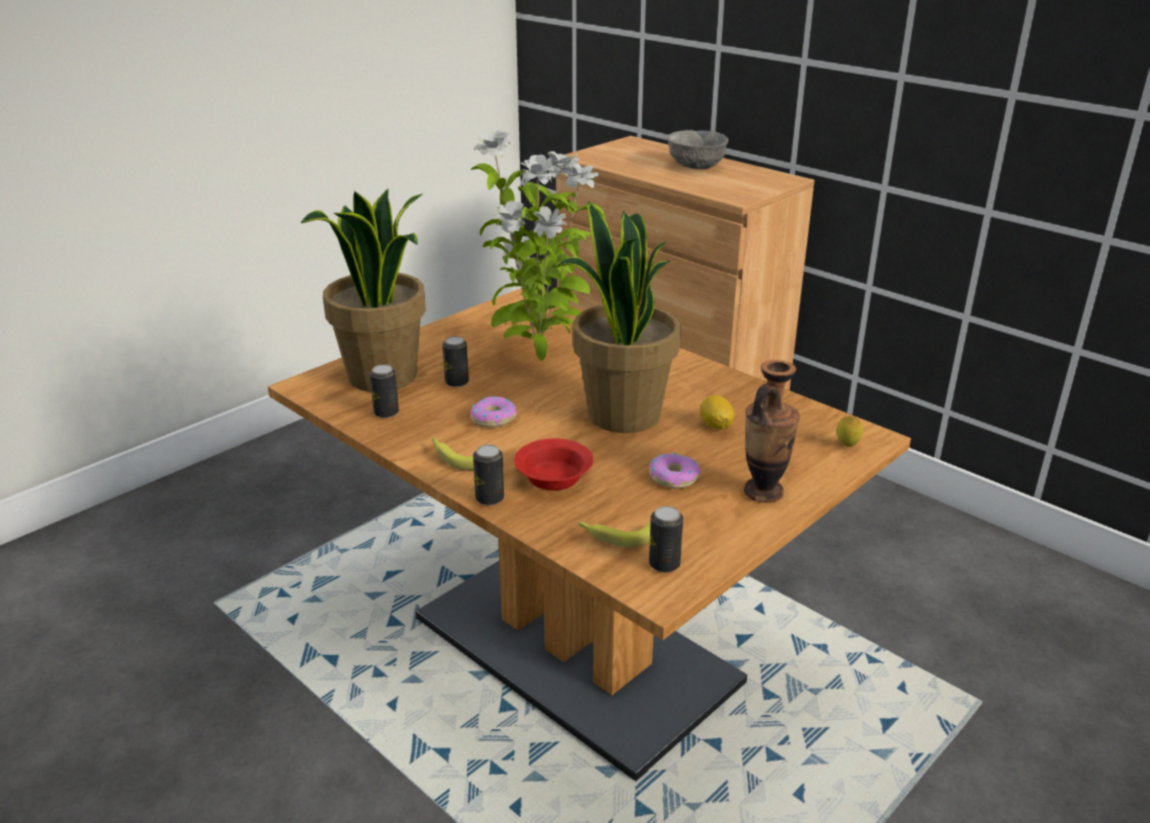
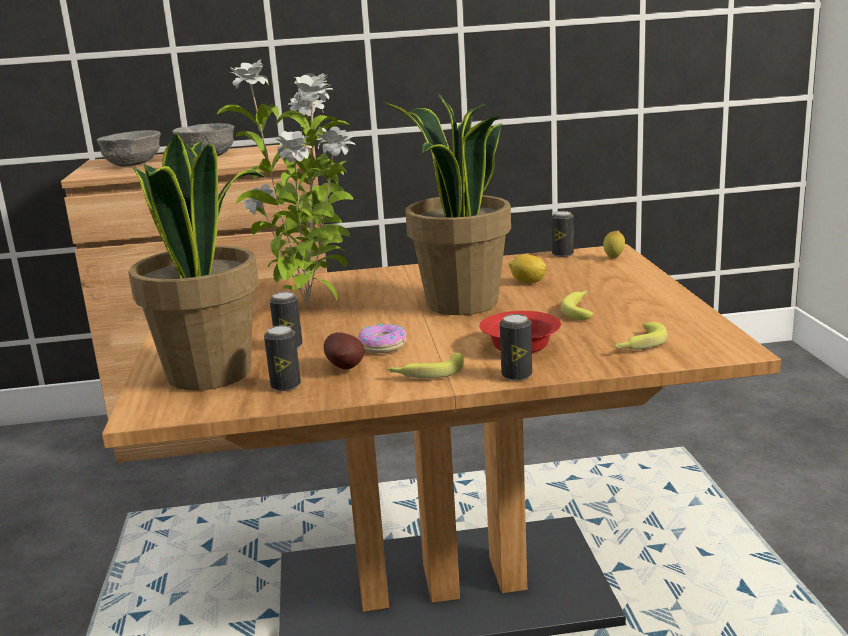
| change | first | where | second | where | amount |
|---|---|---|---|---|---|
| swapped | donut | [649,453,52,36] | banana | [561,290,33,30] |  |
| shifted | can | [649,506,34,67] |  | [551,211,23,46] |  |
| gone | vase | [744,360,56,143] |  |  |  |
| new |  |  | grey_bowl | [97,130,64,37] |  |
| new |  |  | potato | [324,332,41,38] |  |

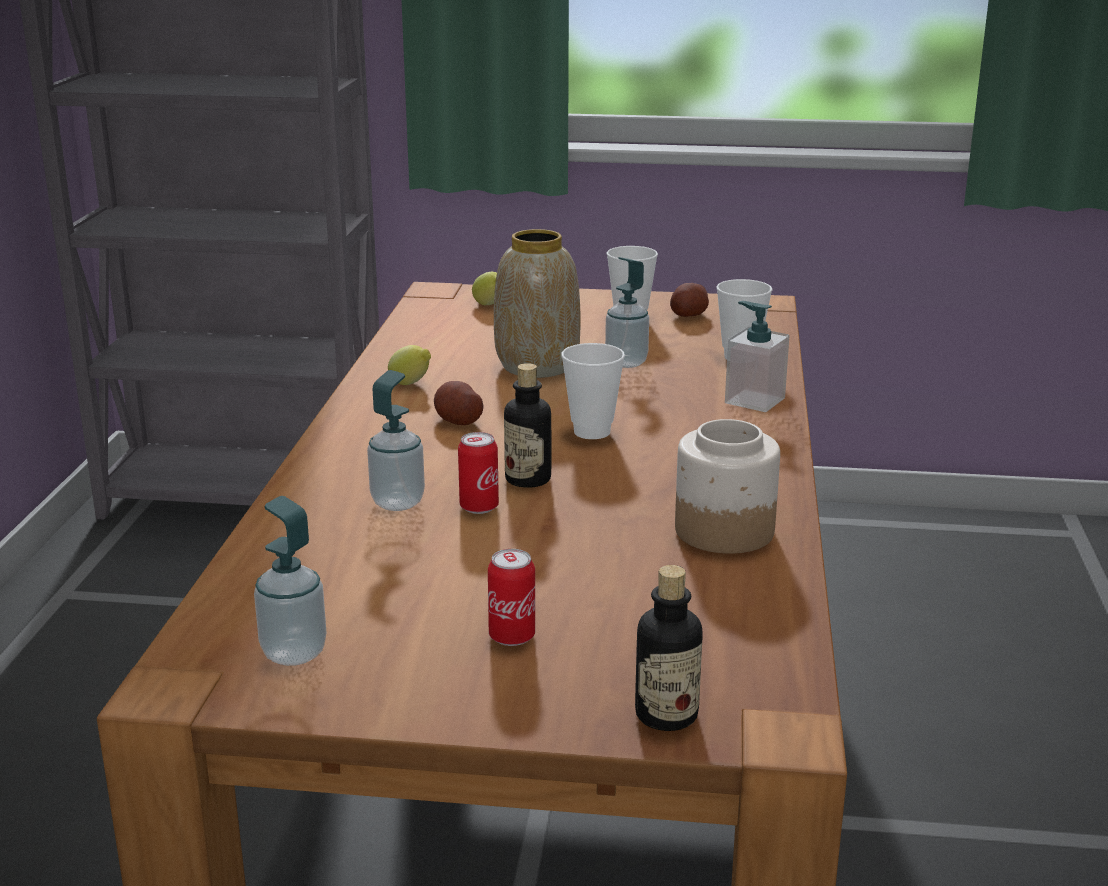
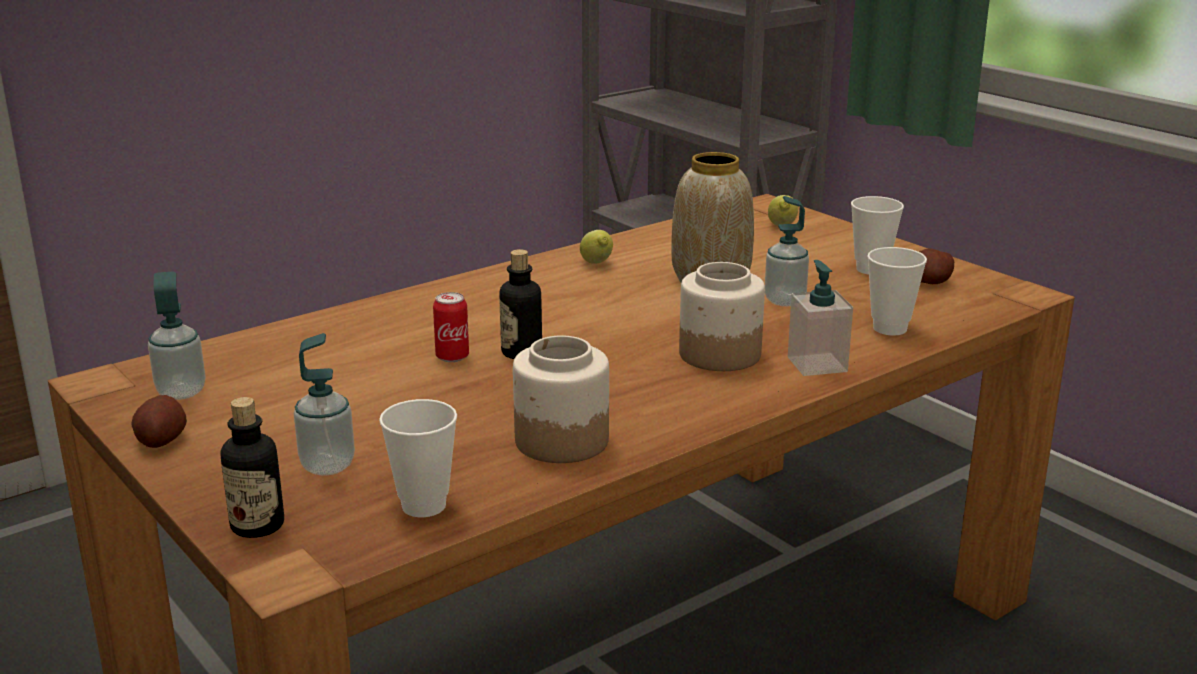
| change | first | where | second | where | amount |
|---|---|---|---|---|---|
| shifted | soap_dispenser | [367,370,58,141] |  | [294,333,61,143] |  |
| shifted | potato | [434,381,50,44] |  | [132,395,55,53] |  |
| gone | can | [488,549,47,97] |  |  |  |
| shifted | cup | [561,343,64,96] |  | [379,399,78,118] |  |
| new |  |  | jar | [679,262,86,109] |  |

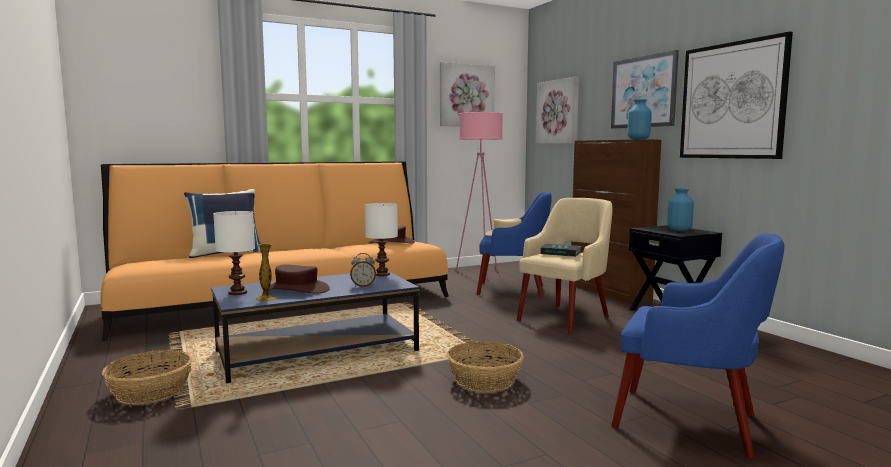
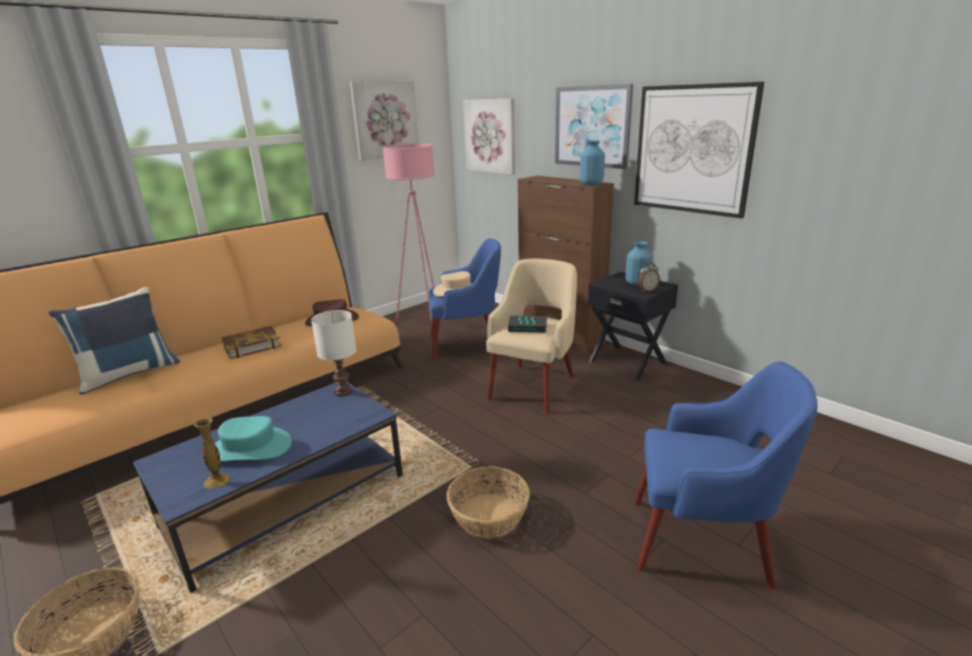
| change | first | where | second | where | amount |
|---|---|---|---|---|---|
| gone | white_table_lamp | [213,211,42,84] |  |  |  |
| repainted | brown_hat | [269,264,61,29] | turquoise_hat | [215,416,77,46] |  |
| shifted | alarm_clock | [350,253,26,34] |  | [638,262,22,30] |  |
| new |  |  | book | [222,326,60,33] |  |

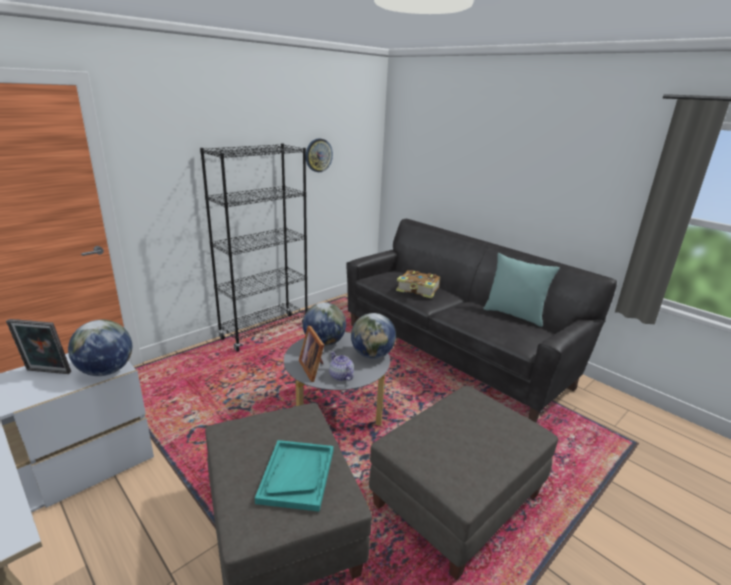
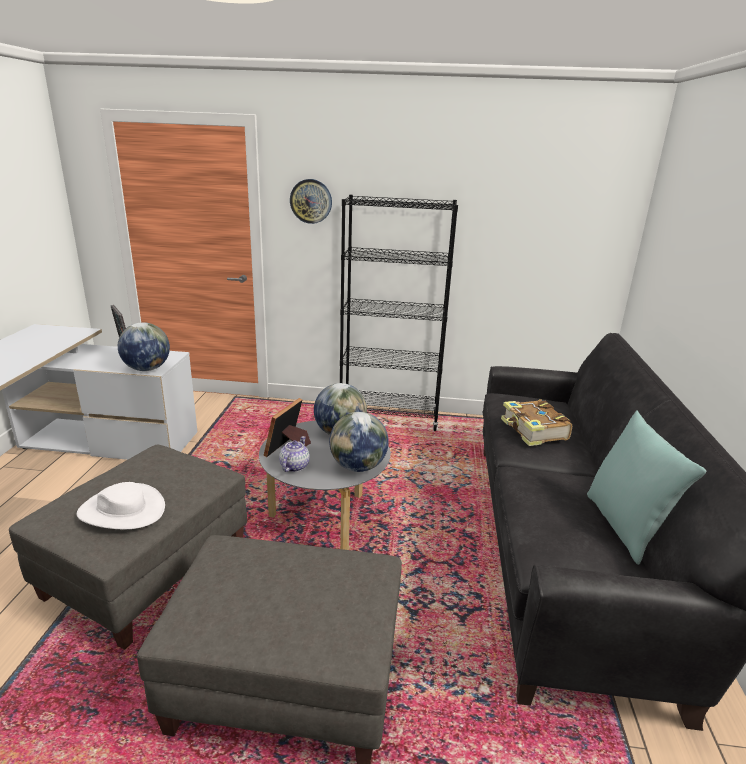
| change | first | where | second | where | amount |
|---|---|---|---|---|---|
| swapped | turquoise_tray | [255,440,78,72] | white_hat | [77,482,88,47] |  |
| shifted | wall_clock | [306,138,27,34] |  | [290,179,42,45] |  |

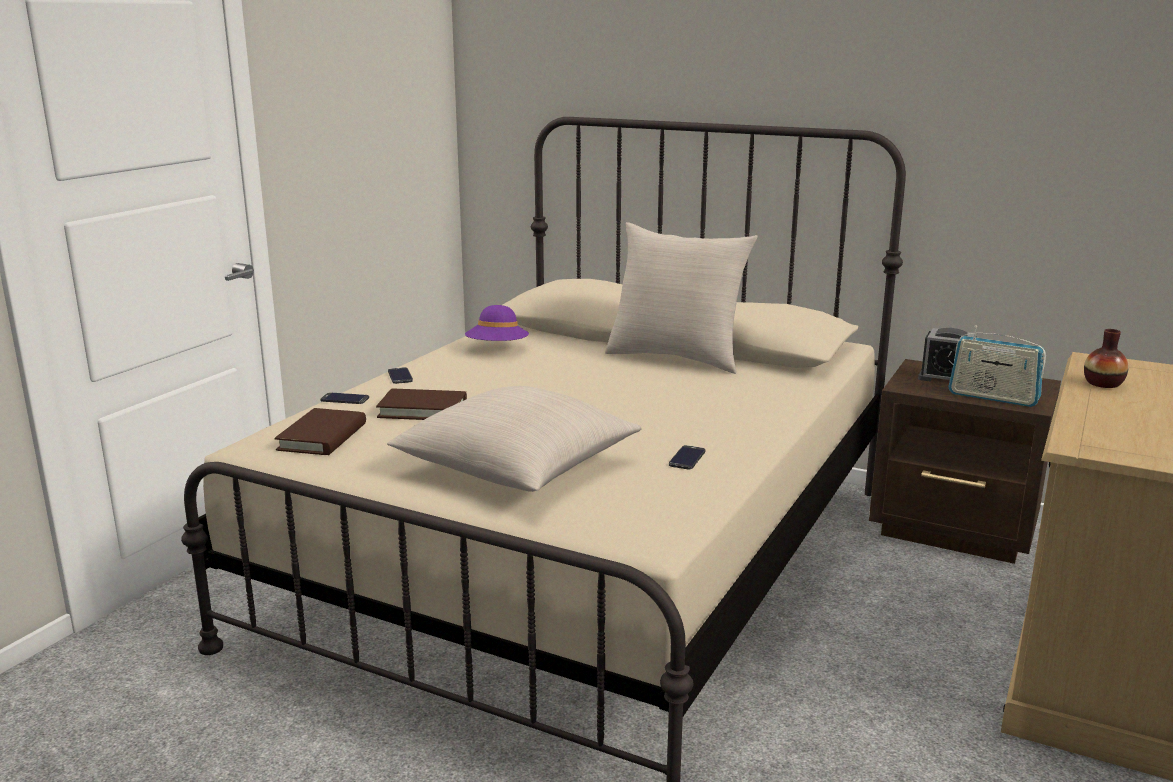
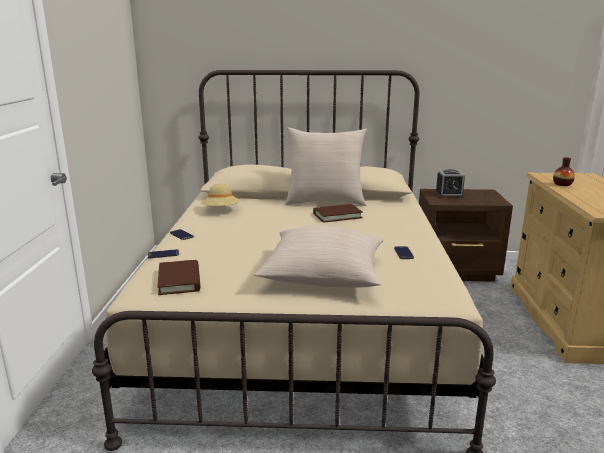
| change | first | where | second | where | amount |
|---|---|---|---|---|---|
| shifted | brown_book | [376,389,91,31] |  | [313,204,50,19] |  |
| repainted | purple_hat | [465,305,64,36] | beige_hat | [201,184,39,22] |  |
| gone | radio | [948,325,98,82] |  |  |  |

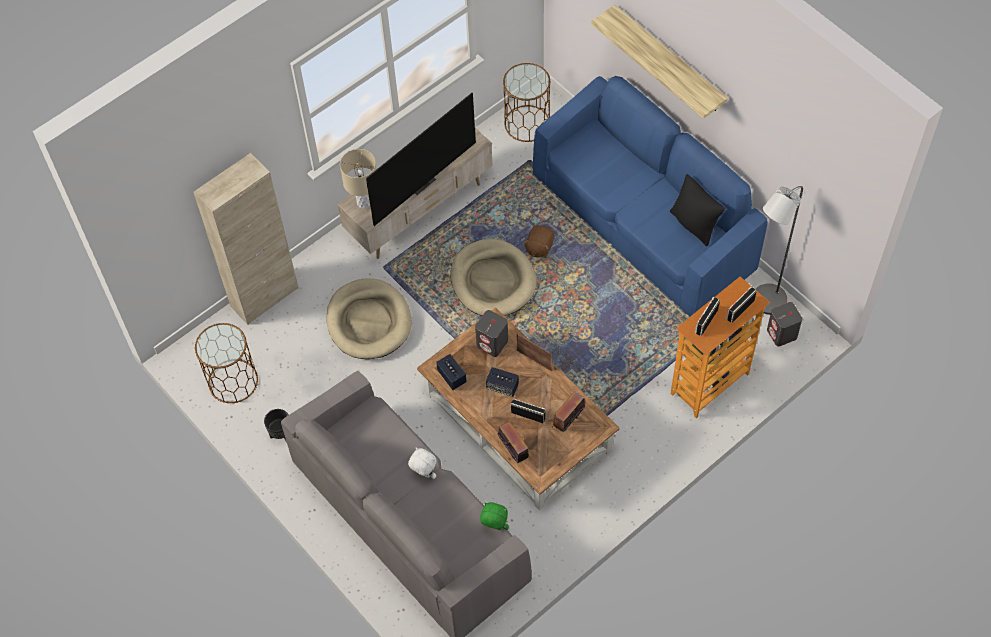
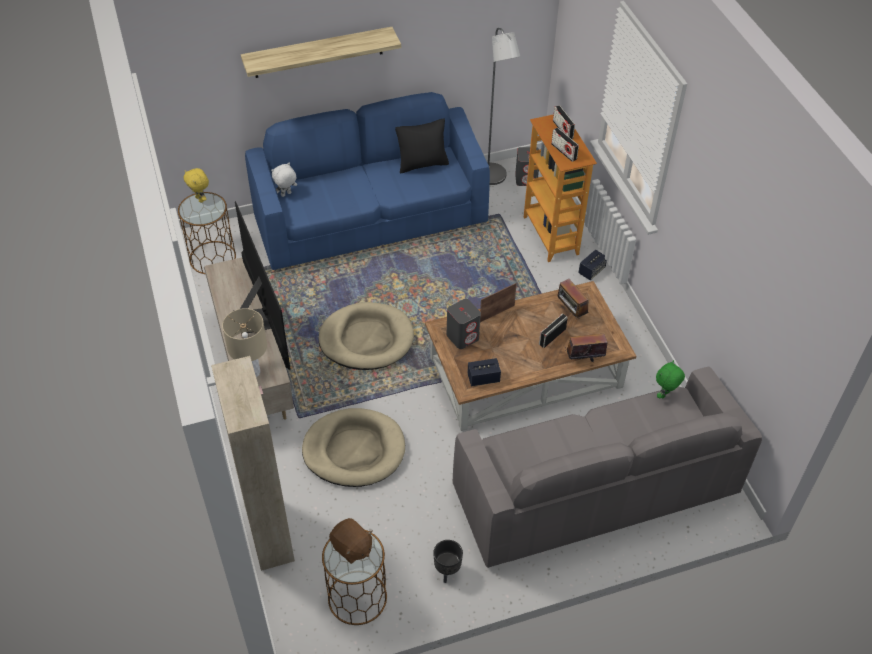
| change | first | where | second | where | amount |
|---|---|---|---|---|---|
| shifted | white_plush_toy | [408,447,29,32] |  | [271,162,26,35] |  |
| shifted | speaker | [486,367,33,30] |  | [578,250,29,30] |  |
| shifted | brown_plush_toy | [523,225,31,33] |  | [329,518,44,46] |  |
| new |  |  | yellow_plush_toy | [184,168,25,35] |  |

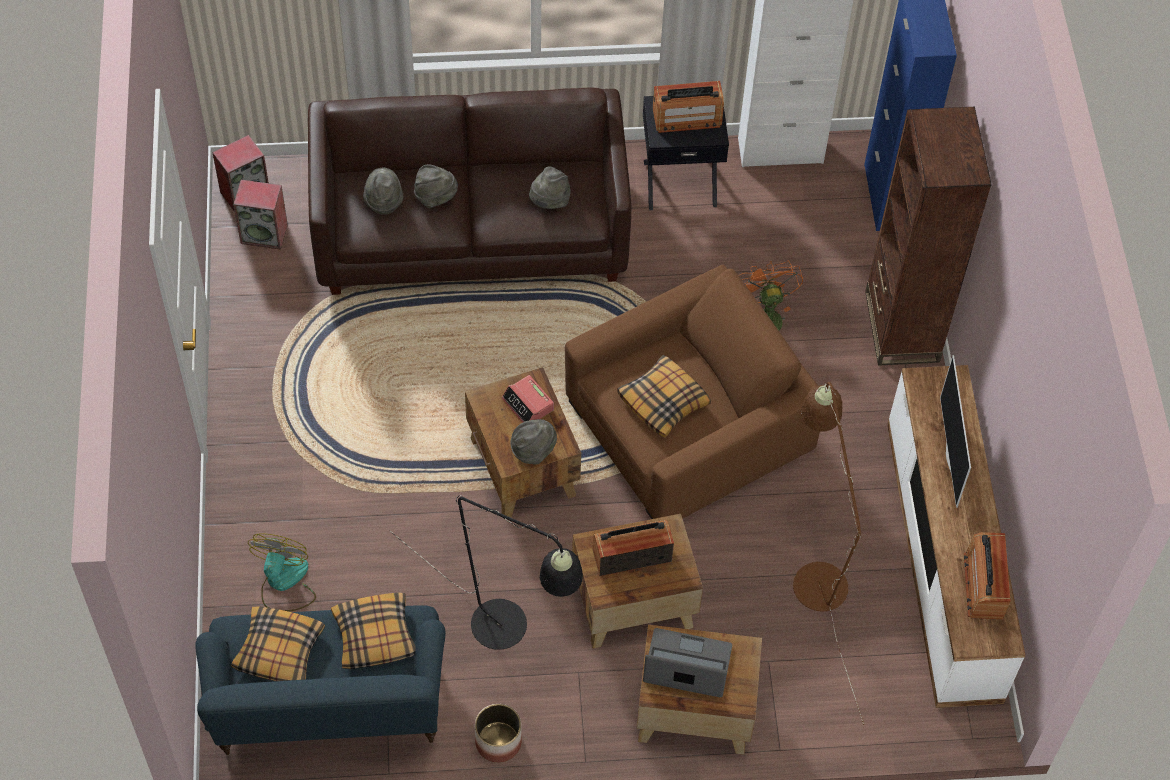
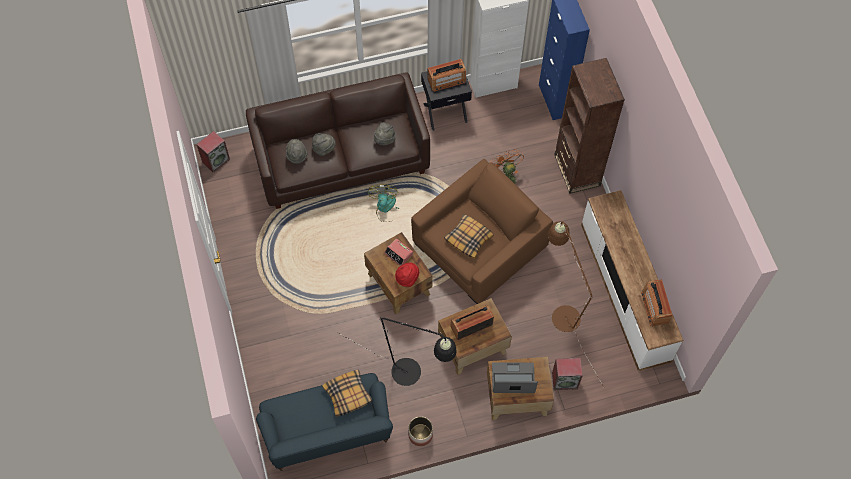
| change | first | where | second | where | amount |
|---|---|---|---|---|---|
| gone | pillow | [231,606,94,75] |  |  |  |
| shifted | speaker | [233,180,55,69] |  | [552,358,31,32] |  |
| shifted | fan | [248,534,68,77] |  | [367,185,32,37] |  |
| repainted | grey_hat | [510,419,47,46] | red_hat | [395,263,24,24] |  |
| gone | television | [940,355,31,153] |  |  |  |

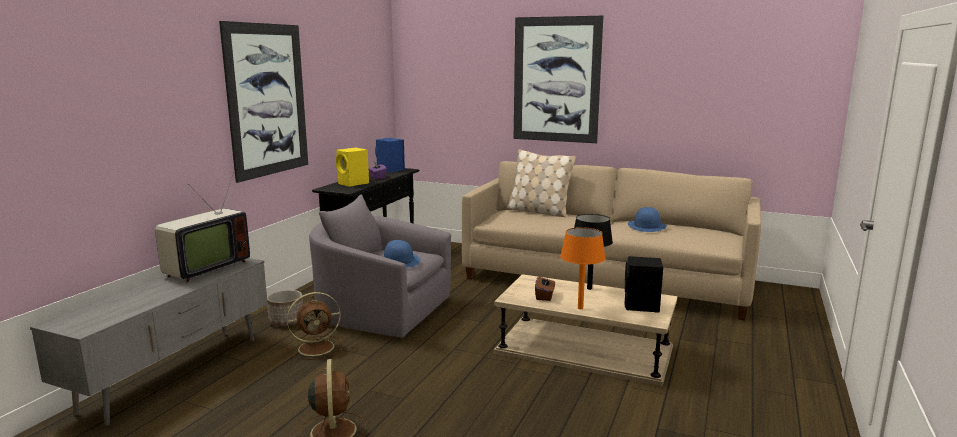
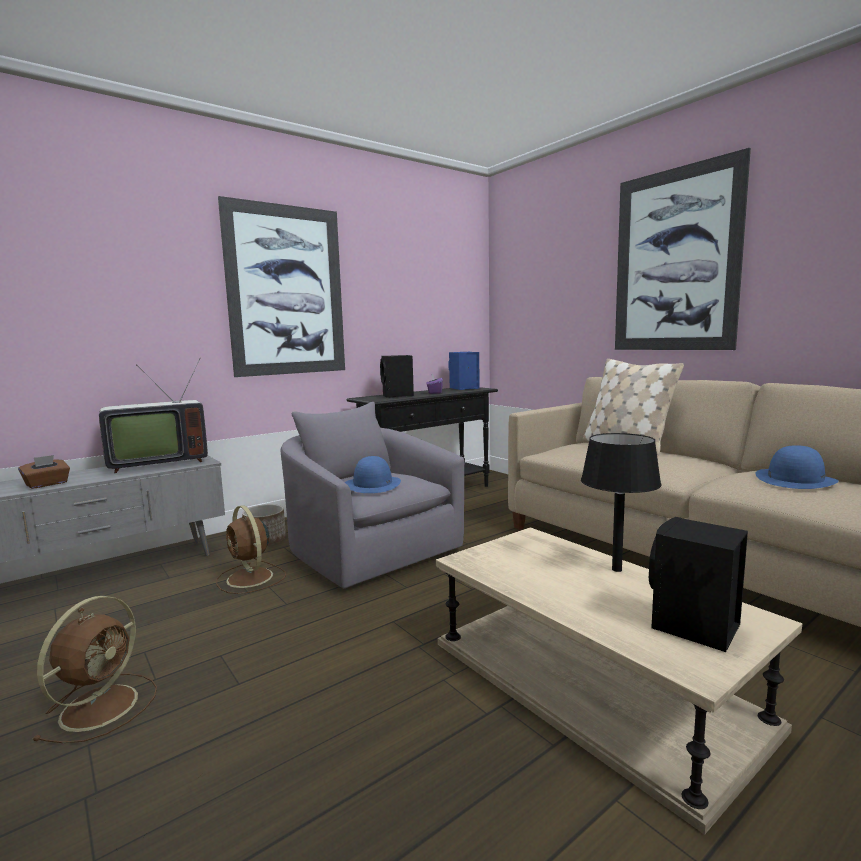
| change | first | where | second | where | amount |
|---|---|---|---|---|---|
| rotated | brown_fan | [287,292,56,68] |  | [216,505,70,89] | 45 degrees clockwise |
| repainted | yellow_speaker | [335,148,34,39] | black_speaker | [380,355,34,43] |  |
| shifted | brown_tissue_box | [535,275,20,26] |  | [18,455,52,34] |  |
| gone | orange_table_lamp | [560,227,45,82] |  |  |  |

